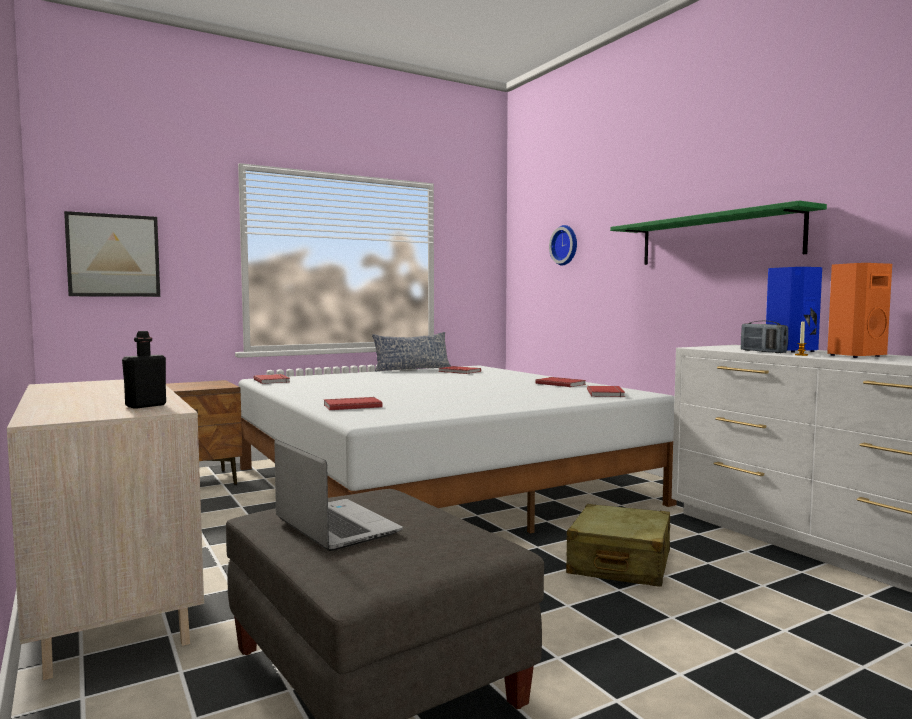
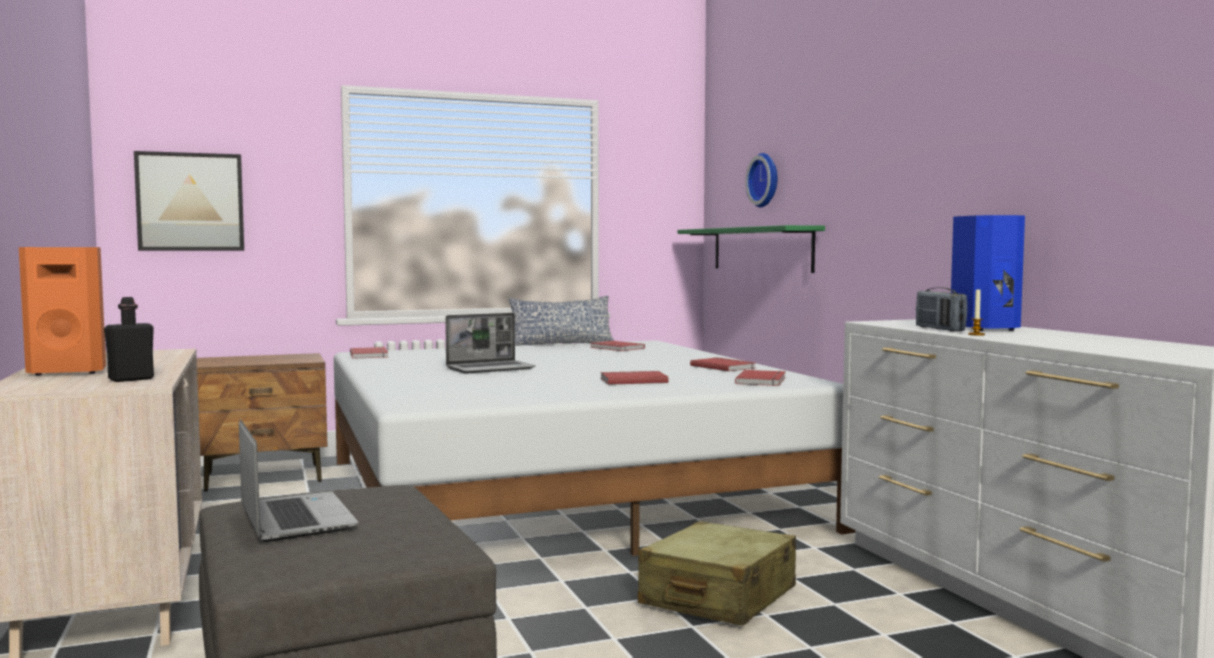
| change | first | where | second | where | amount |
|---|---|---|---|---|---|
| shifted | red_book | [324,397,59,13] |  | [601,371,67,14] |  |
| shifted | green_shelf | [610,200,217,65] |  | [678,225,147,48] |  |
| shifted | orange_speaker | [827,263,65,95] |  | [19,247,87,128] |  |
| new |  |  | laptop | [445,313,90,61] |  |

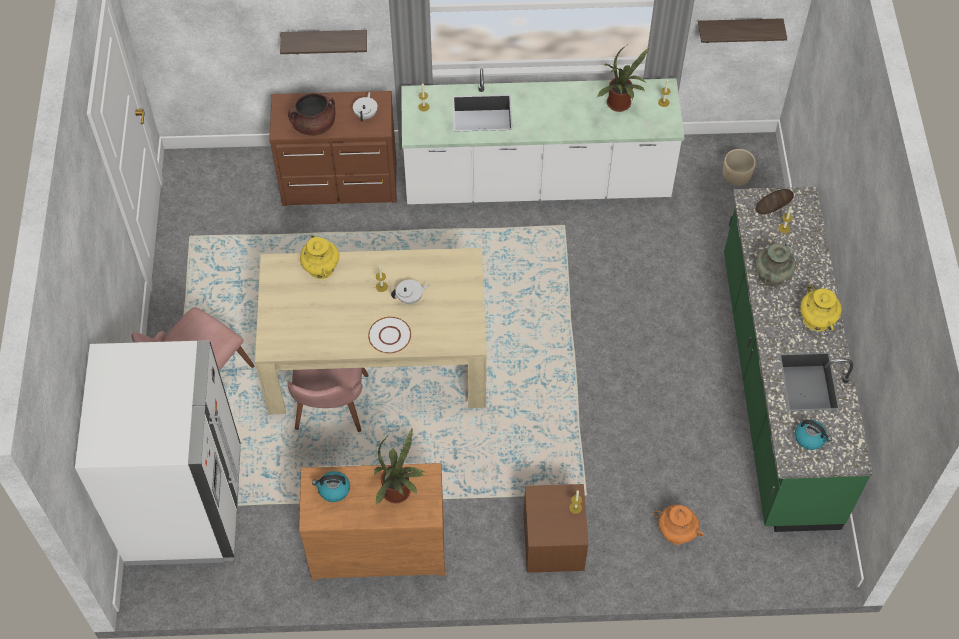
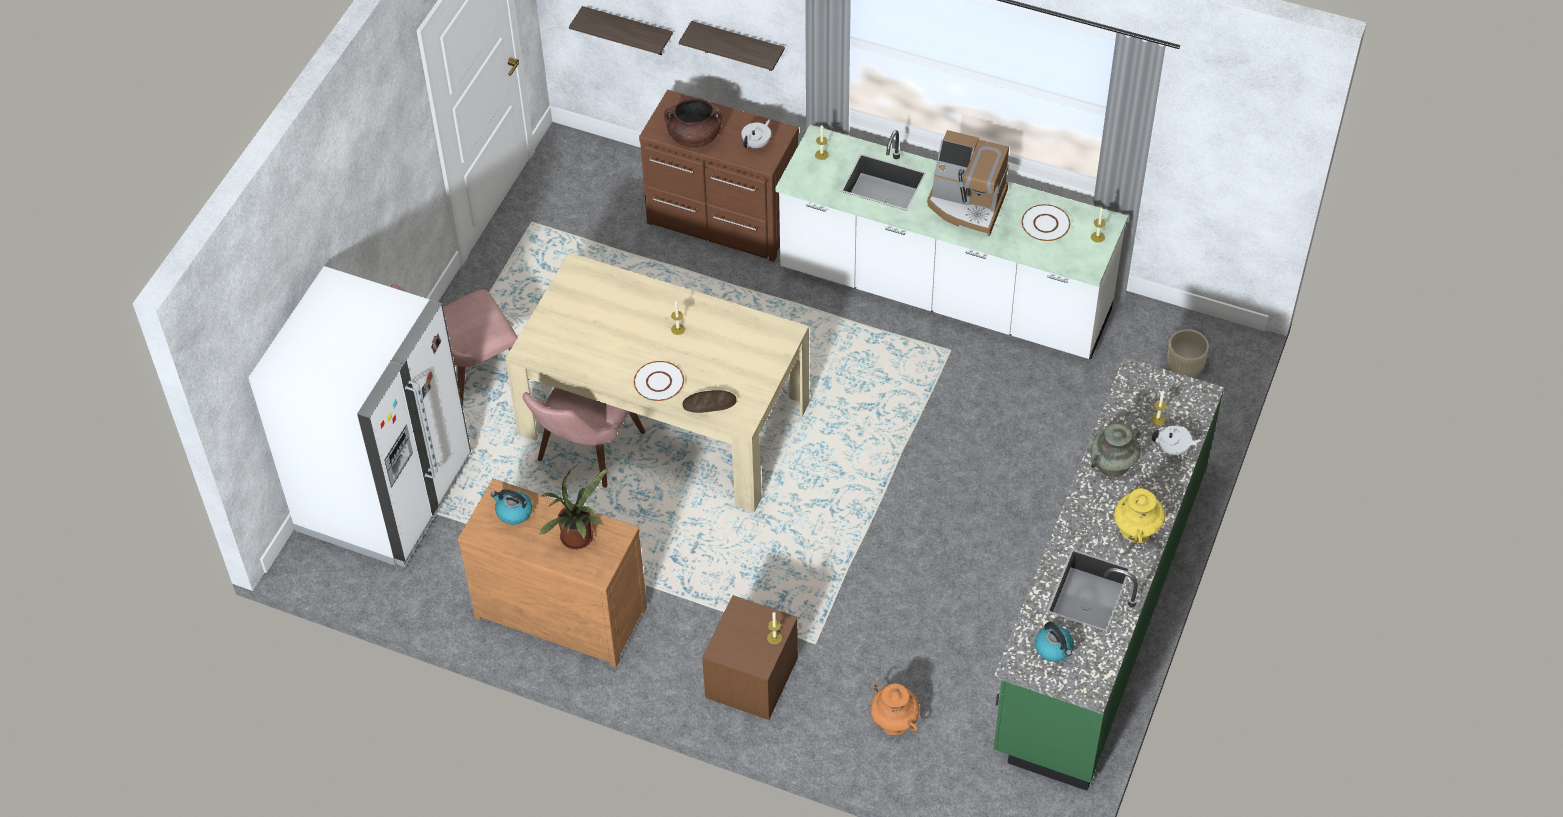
| change | first | where | second | where | amount |
|---|---|---|---|---|---|
| gone | yellow_vase | [300,235,39,44] |  |  |  |
| shifted | white_teapot | [391,280,38,24] |  | [1152,426,49,30] |  |
| swapped | potted_plant | [597,45,53,67] | white_plate | [1022,204,48,37] |  |
| shifted | shelf | [698,18,89,25] |  | [569,6,104,49] |  |
| shifted | bread | [756,189,38,25] |  | [682,390,55,23] |  |
| new |  |  | coffee_machine | [927,130,82,106] |  |

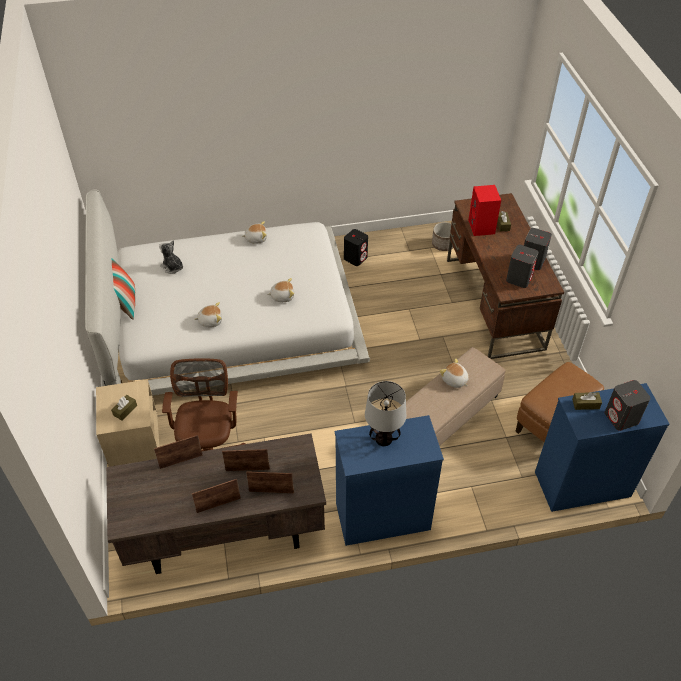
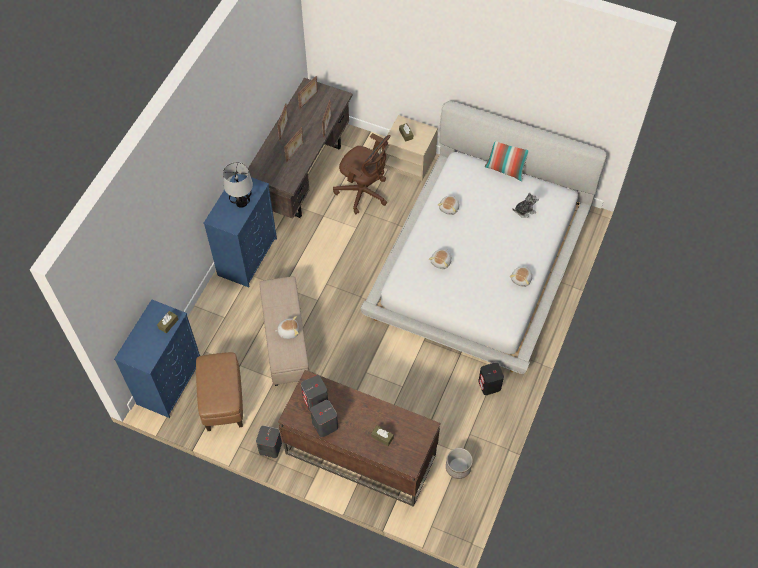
| change | first | where | second | where | amount |
|---|---|---|---|---|---|
| shifted | picture_frame | [246,471,48,22] |  | [298,76,20,33] |  |
| gone | red_speaker | [468,185,33,51] |  |  |  |
| shifted | grey_speaker | [605,380,46,51] |  | [256,426,26,32] |  |

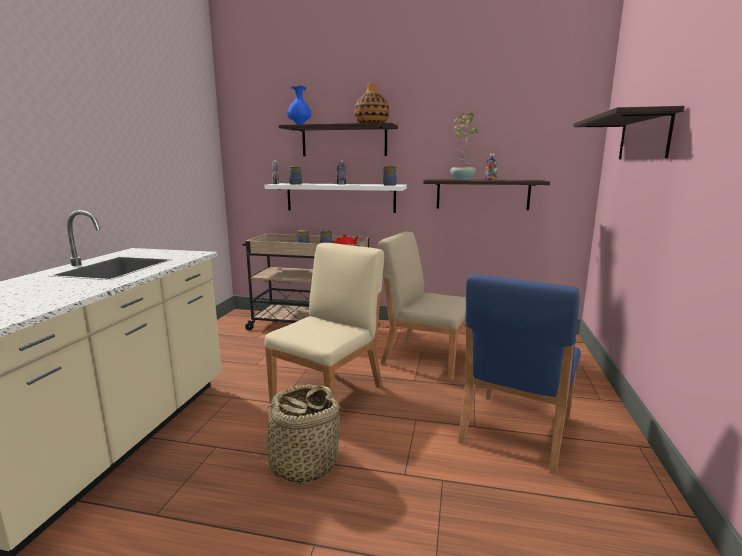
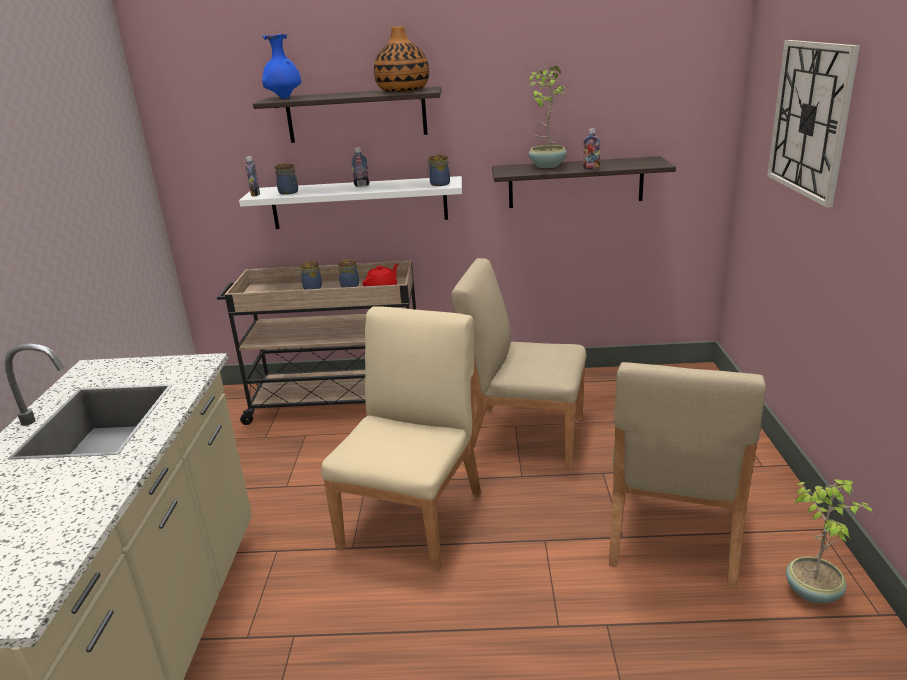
| change | first | where | second | where | amount |
|---|---|---|---|---|---|
| gone | basket | [250,384,97,100] |  |  |  |
| repainted | blue_chair | [458,274,123,200] | beige_chair | [609,362,157,227] |  |
| swapped | shelf | [573,106,112,53] | wall_clock | [767,40,93,168] |  |
| new |  |  | potted_plant | [786,479,87,125] |  |

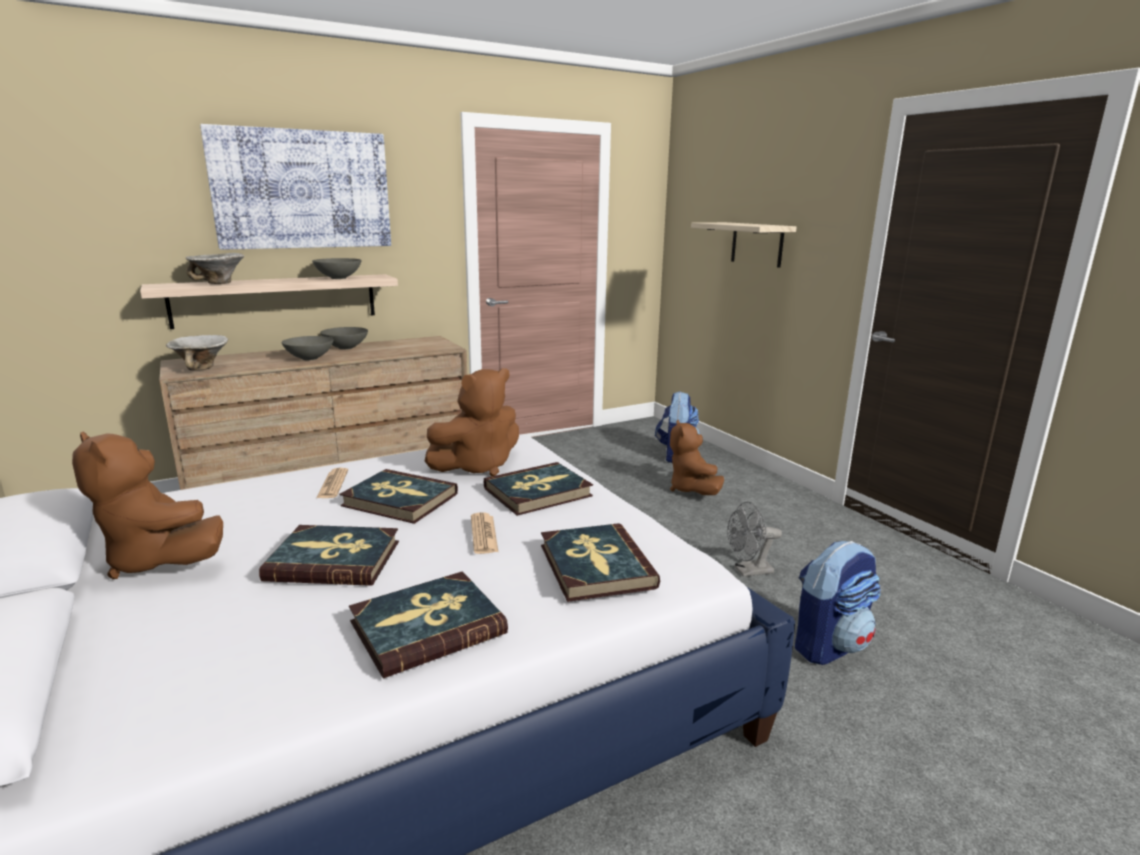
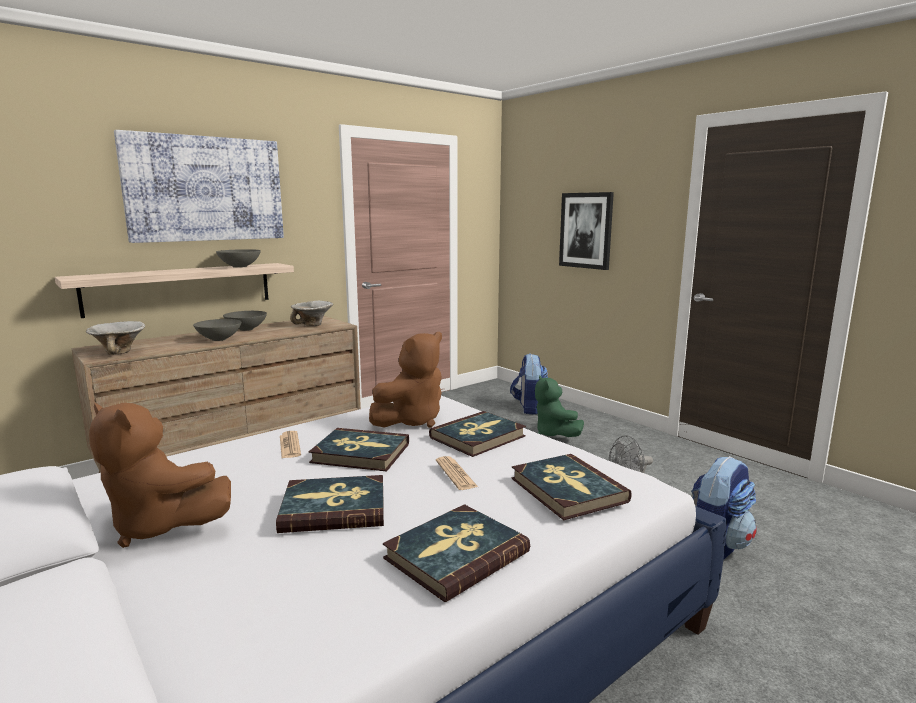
| change | first | where | second | where | amount |
|---|---|---|---|---|---|
| shifted | bowl | [186,253,58,31] |  | [290,300,43,26] |  |
| repainted | brown_plush_toy | [670,420,54,75] | green_plush_toy | [535,376,49,61] |  |
| swapped | shelf | [691,222,106,46] | picture | [559,192,55,78] |  |

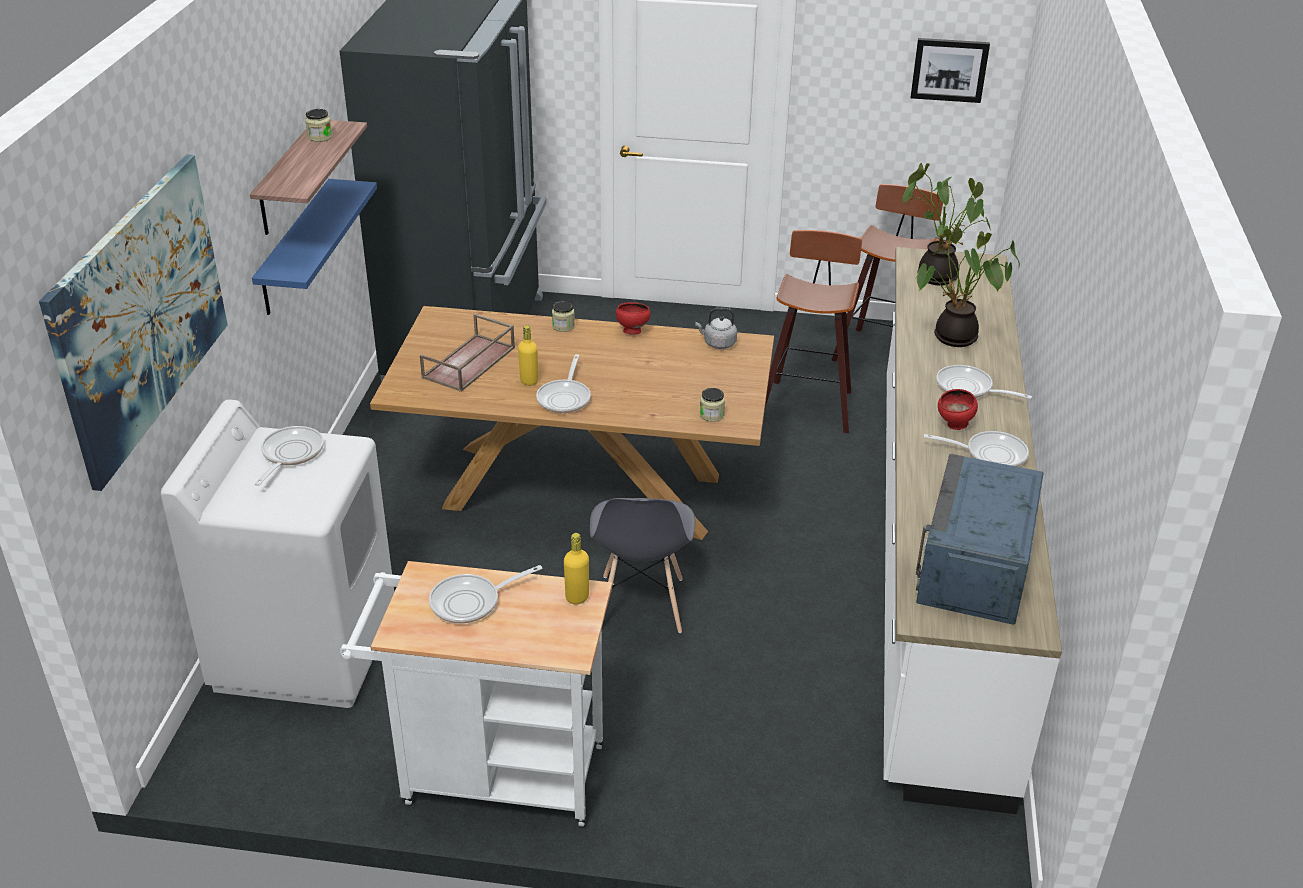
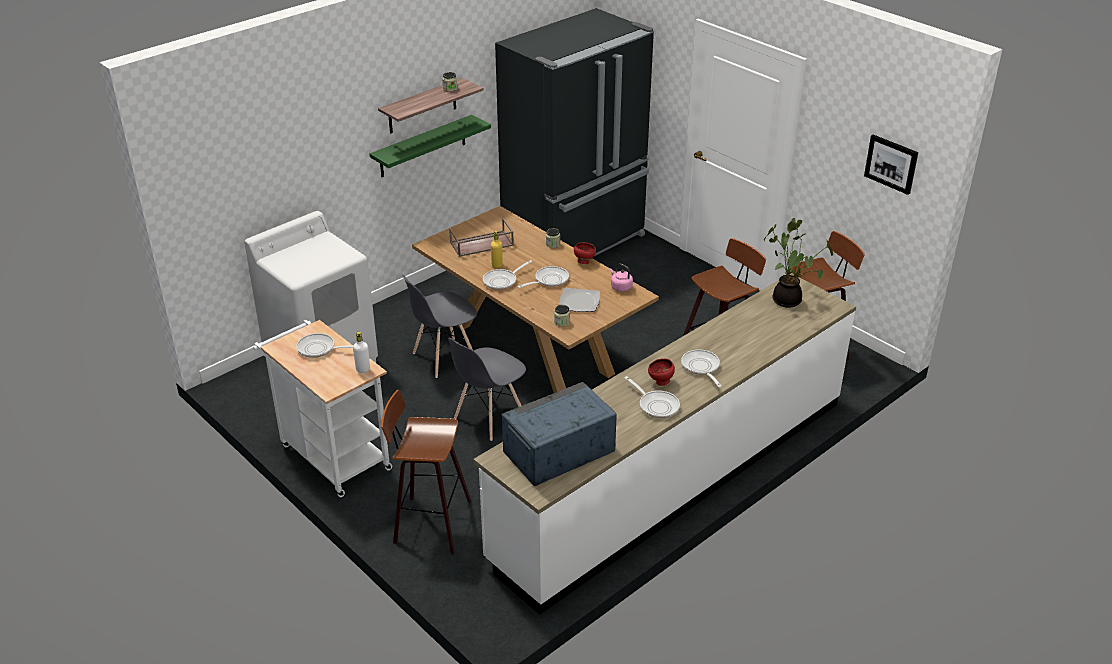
| change | first | where | second | where | amount |
|---|---|---|---|---|---|
| gone | picture | [39,154,189,337] |  |  |  |
| repainted | blue_shelf | [252,179,125,136] | green_shelf | [369,115,122,62] |  |
| shifted | frying_pan | [254,426,70,60] |  | [517,266,52,22] |  |
| repainted | yellow_bottle | [564,533,25,71] | white_bottle | [353,332,17,41] |  |
| repainted | grey_kettle | [695,308,42,41] | pink_kettle | [610,263,23,29] |  |
| gone | potted_plant | [915,228,105,119] |  |  |  |
| new |  |  | stool | [381,390,90,165] |  |
| new |  |  | grey_chair | [401,274,76,104] |  |
| new |  |  | plate | [559,288,41,24] |  |

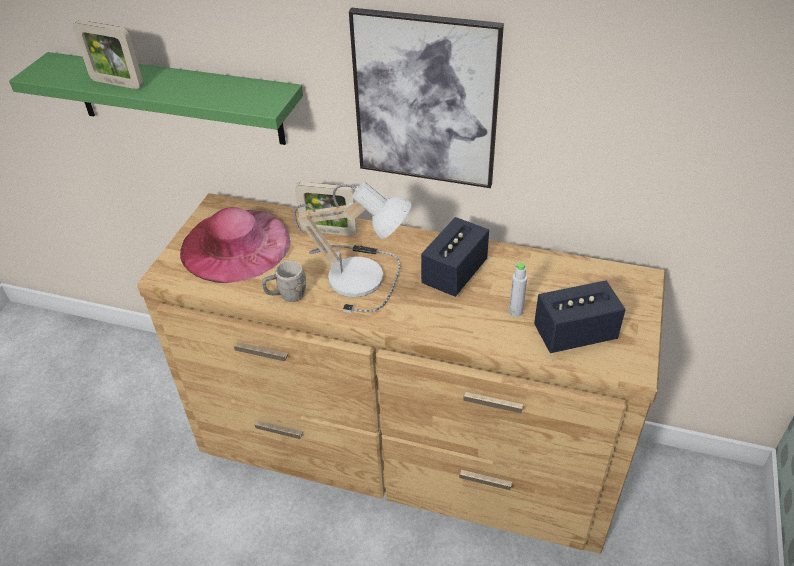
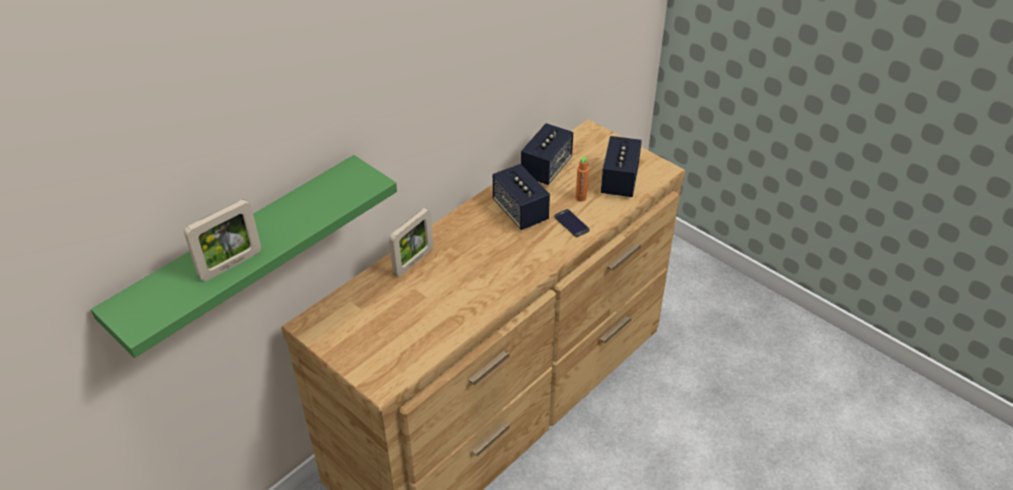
| change | first | where | second | where | amount |
|---|---|---|---|---|---|
| gone | pink_hat | [180,207,110,76] |  |  |  |
| gone | grey_mug | [262,261,44,41] |  |  |  |
| gone | table_lamp | [293,182,119,131] |  |  |  |
| gone | picture | [349,8,155,180] |  |  |  |
| repainted | grey_bottle | [509,262,18,55] | orange_bottle | [576,157,13,45] |  |
| new |  |  | speaker | [521,123,52,62] |  |
| new |  |  | phone | [554,209,35,28] |  |

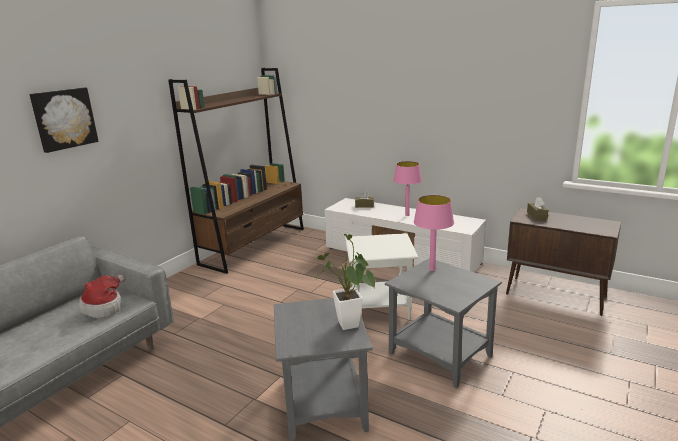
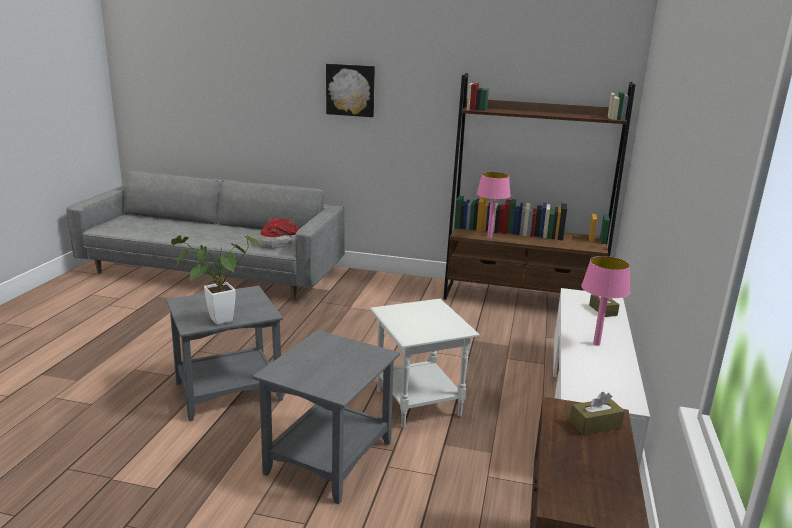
| change | first | where | second | where | amount |
|---|---|---|---|---|---|
| shifted | pink_table_lamp | [414,195,40,76] |  | [477,172,34,66] |  |

